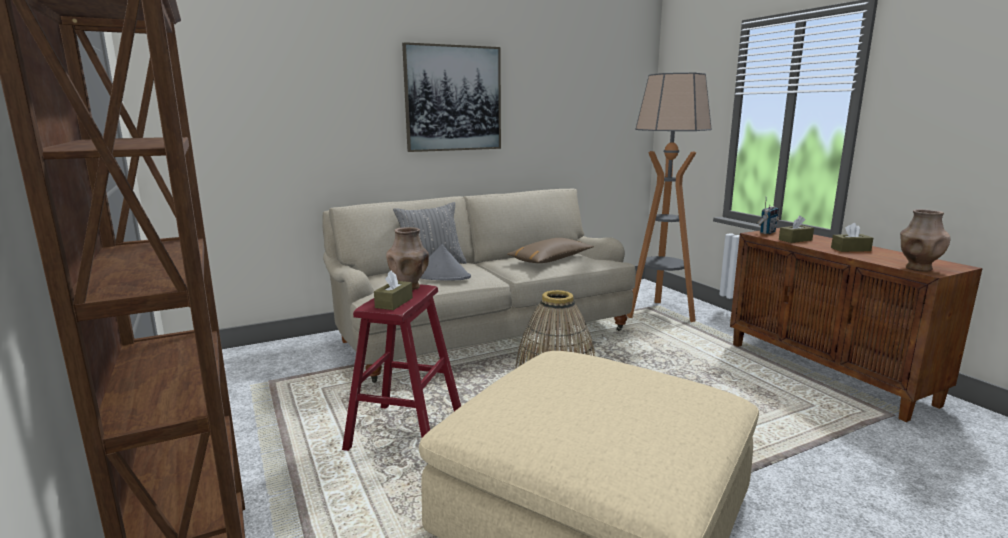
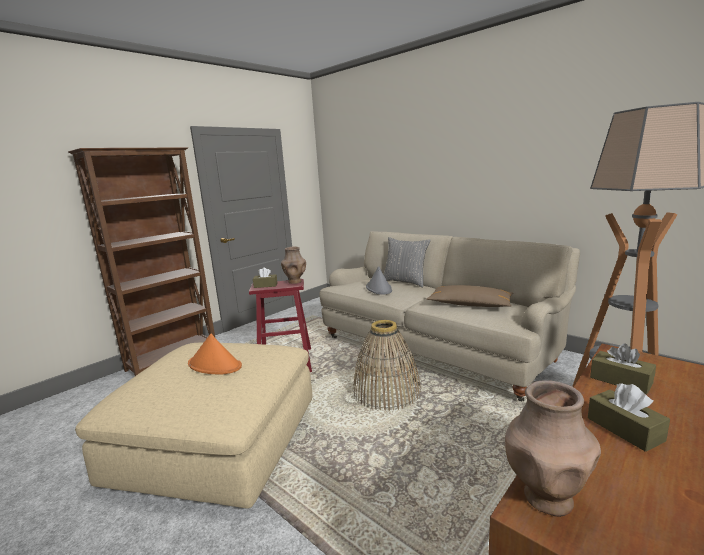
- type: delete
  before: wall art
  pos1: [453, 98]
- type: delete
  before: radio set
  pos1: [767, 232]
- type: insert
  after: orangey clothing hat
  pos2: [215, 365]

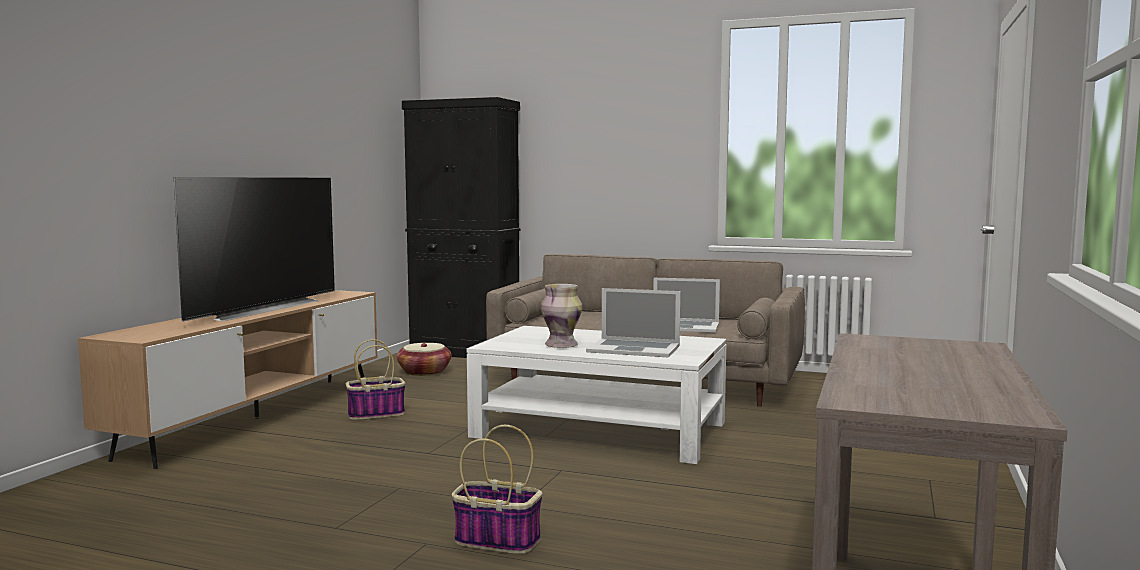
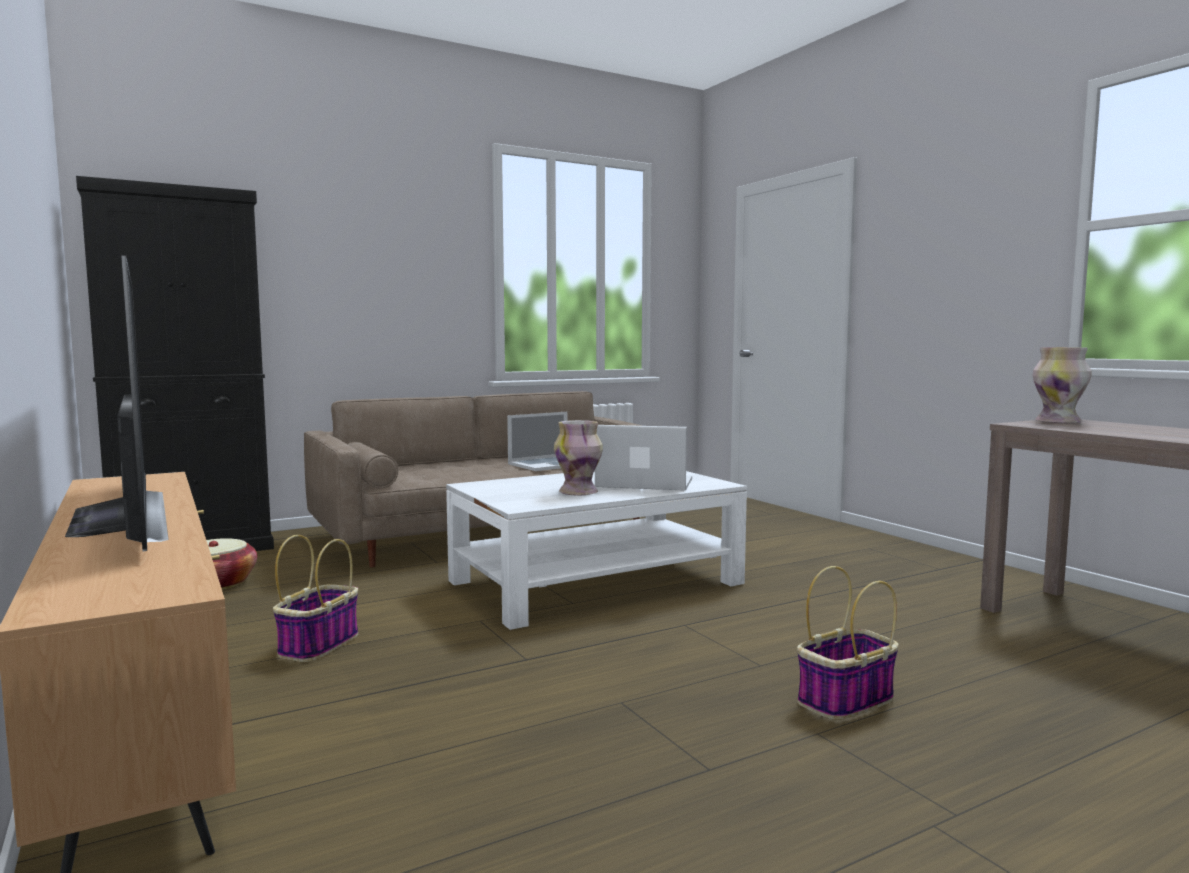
- type: insert
  after: decorative vase
  pos2: [1058, 422]
- type: rotate
  before: laptop
  pos1: [634, 348]
  pos2: [644, 483]
  turn: -135

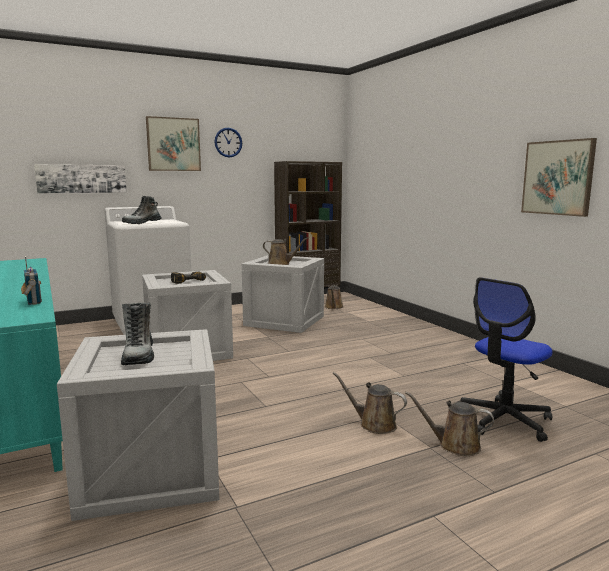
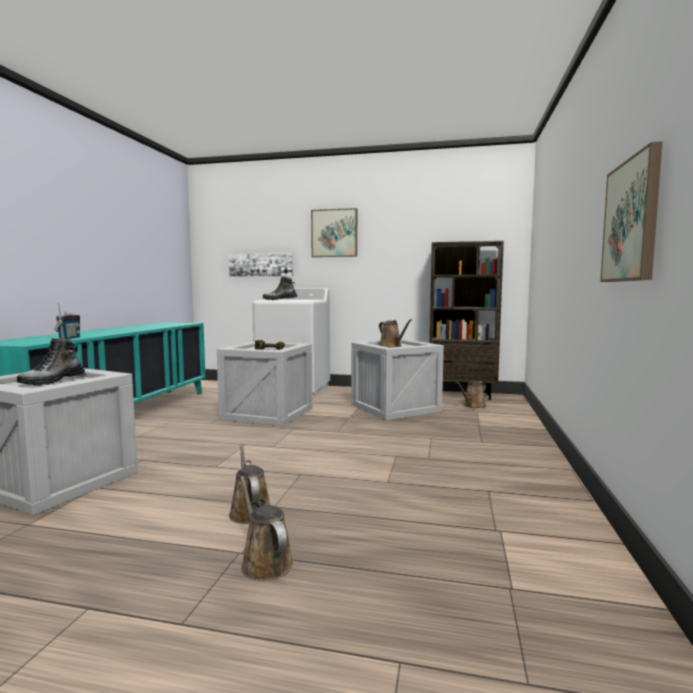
- type: delete
  before: clock on the wall
  pos1: [228, 142]
- type: delete
  before: desk chair
  pos1: [504, 420]

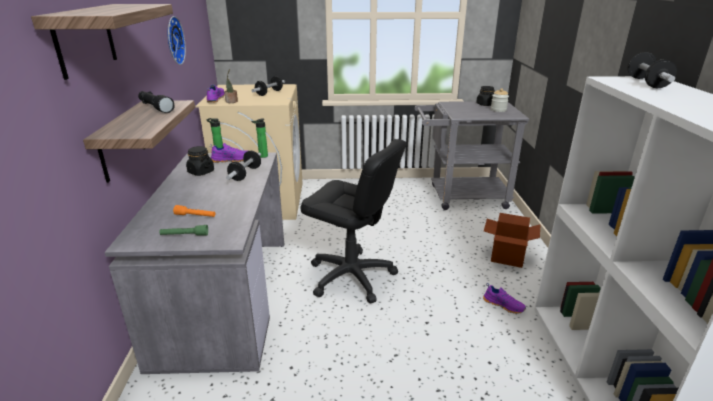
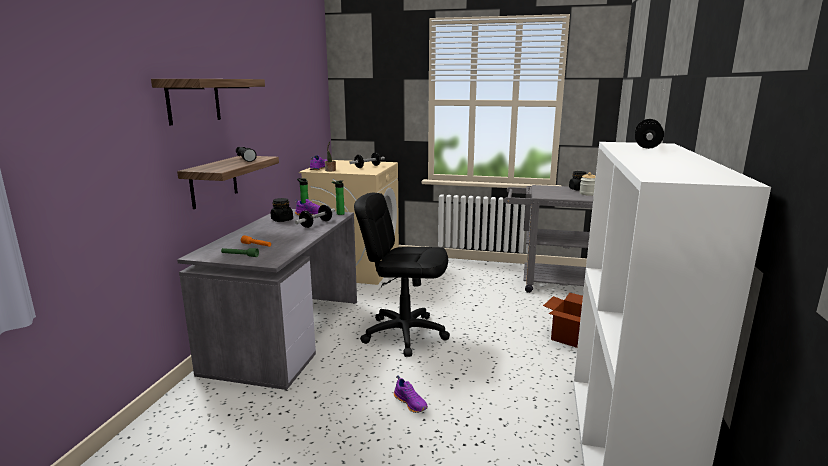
- type: delete
  before: clock on the wall
  pos1: [173, 41]
- type: move
  before: purple-coloured item of footwear
  pos1: [503, 305]
  pos2: [411, 403]
- type: rotate
  before: black-coloured desk chair
  pos1: [351, 277]
  pos2: [404, 334]
  turn: 150

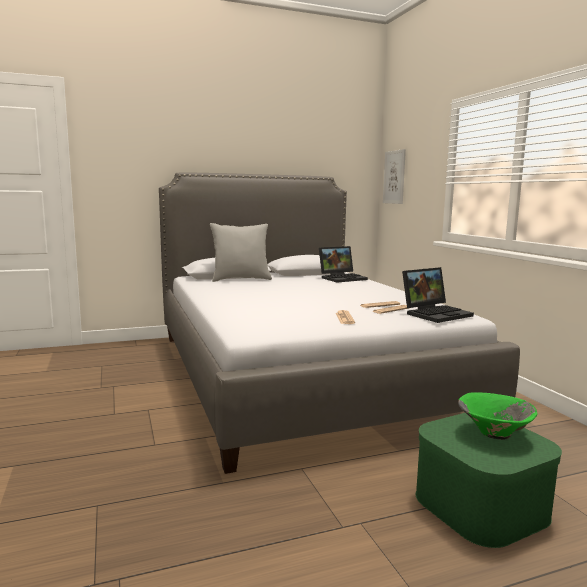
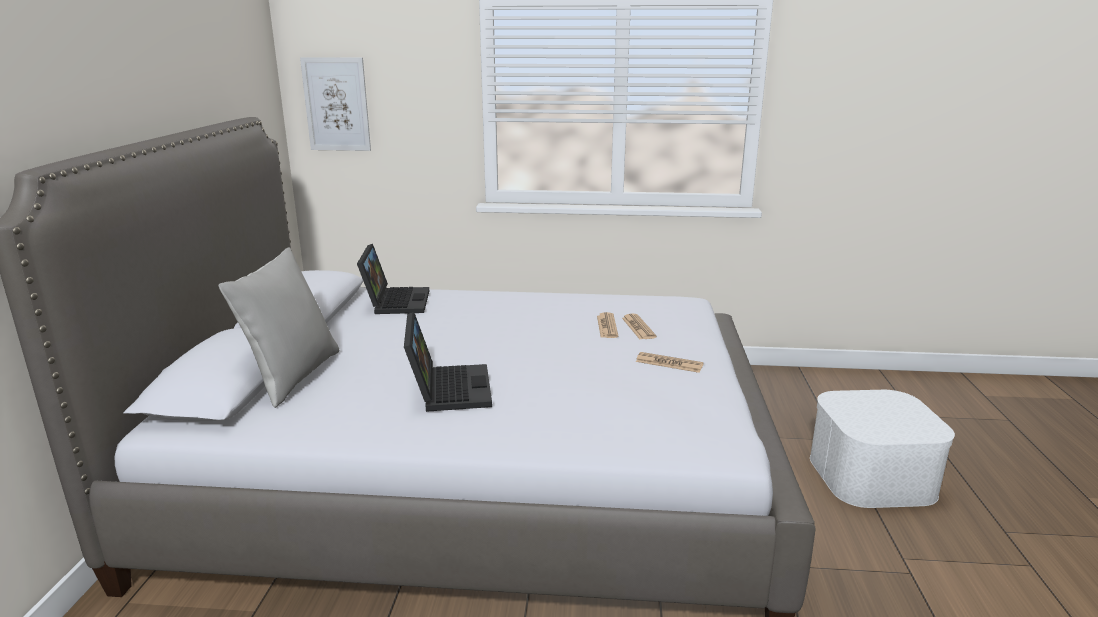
- type: delete
  before: green-coloured bowl
  pos1: [494, 434]
- type: move
  before: laptop
  pos1: [436, 313]
  pos2: [447, 388]
- type: recolor
  before: green-coloured storage box
  after: white storage box
  pos1: [480, 505]
  pos2: [871, 475]

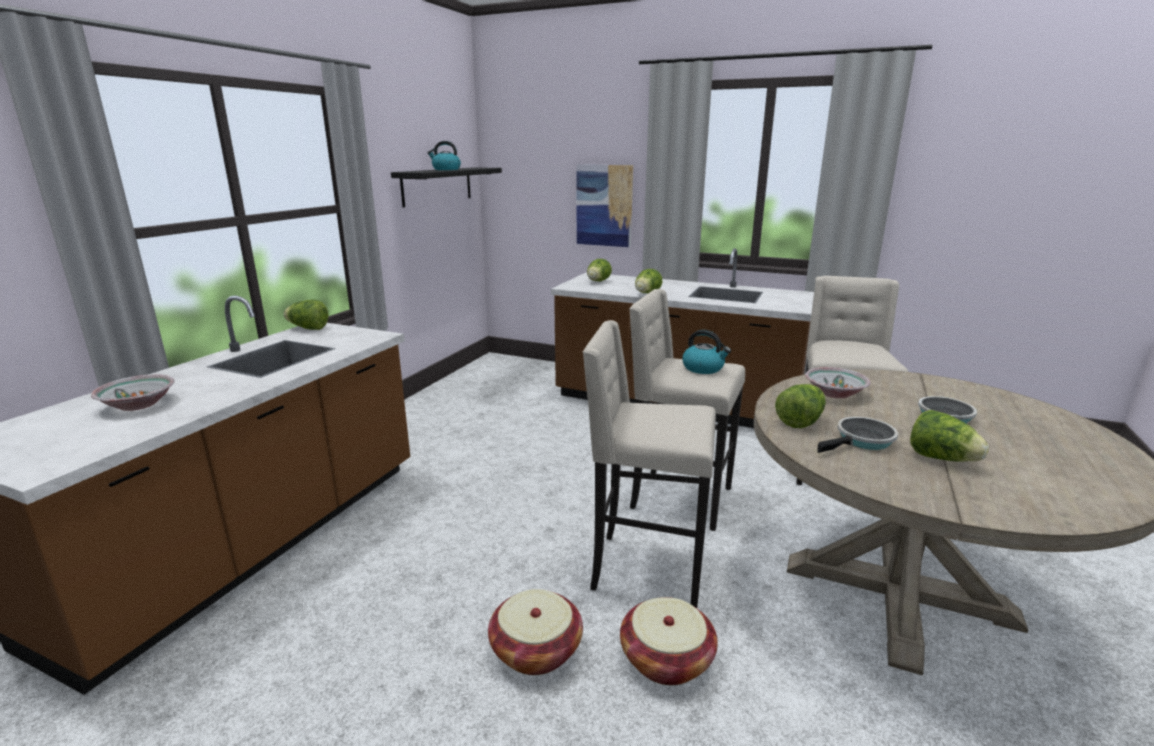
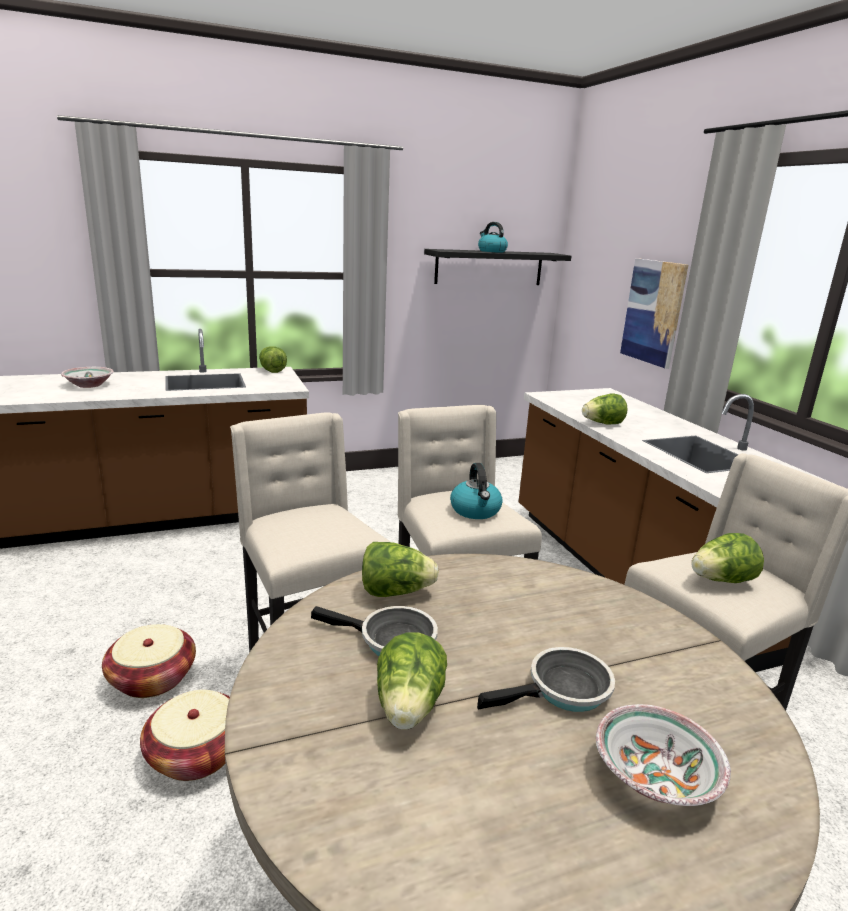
- type: move
  before: head of lettuce
  pos1: [597, 282]
  pos2: [721, 580]
- type: move
  before: bowl
  pos1: [834, 393]
  pos2: [653, 777]

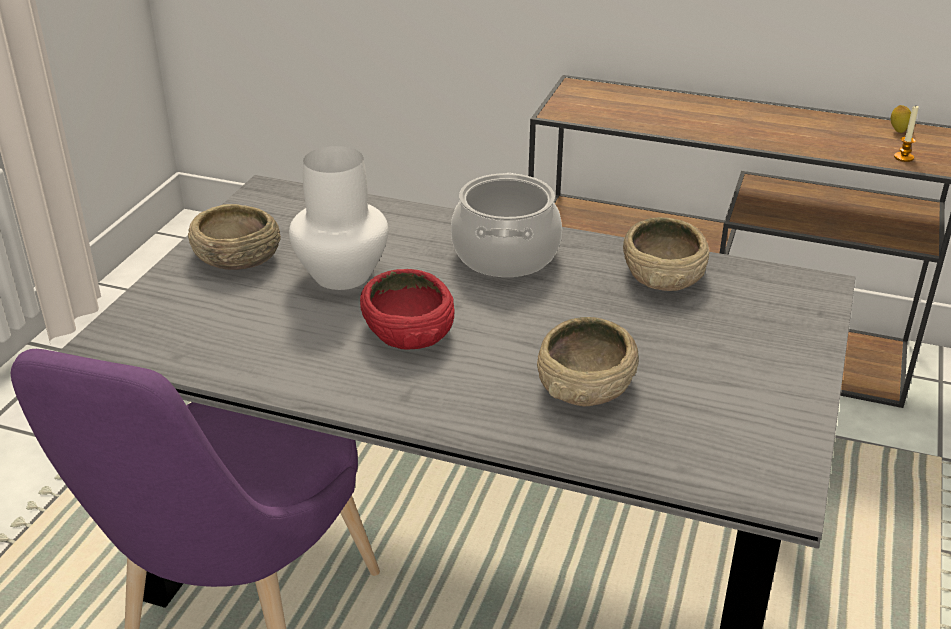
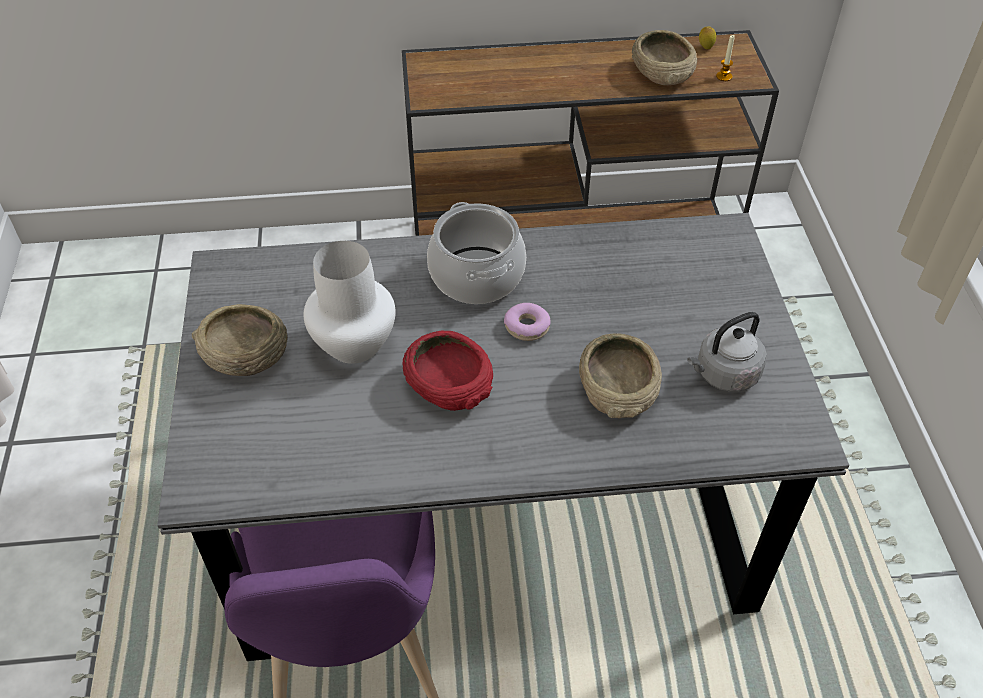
- type: insert
  after: ring doughnut
  pos2: [527, 327]
- type: insert
  after: gray water kettle
  pos2: [724, 374]
- type: move
  before: beige-coloured bowl
  pos1: [664, 273]
  pos2: [662, 72]

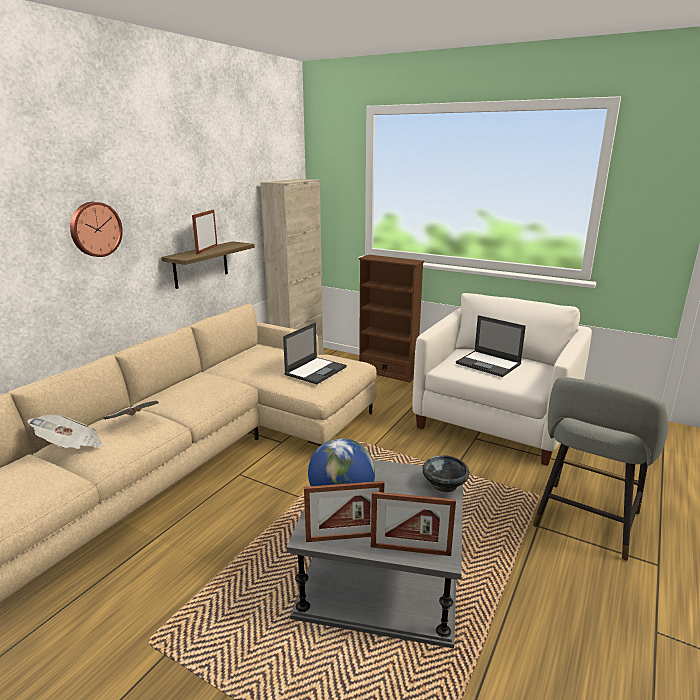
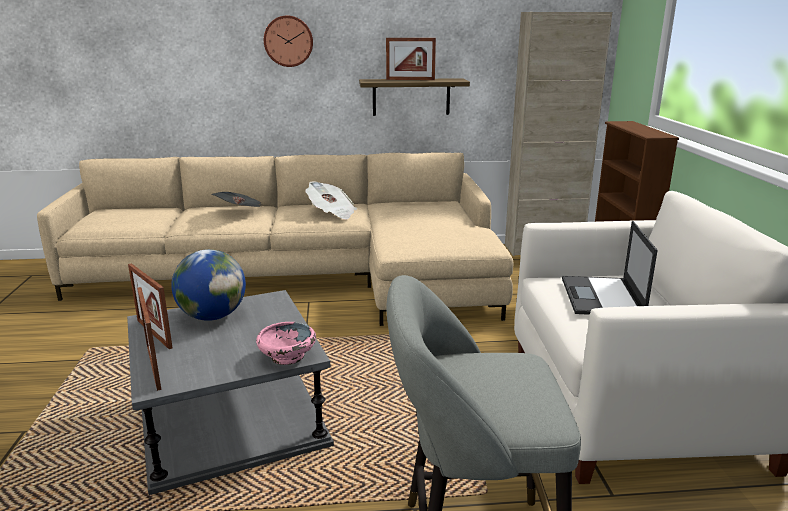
- type: delete
  before: laptop
  pos1: [316, 370]
- type: move
  before: printed paper
  pos1: [71, 446]
  pos2: [332, 213]
- type: recolor
  before: black-coloured bowl
  after: pink bowl
  pos1: [444, 484]
  pos2: [287, 357]
- type: rotate
  before: photo frame
  pos1: [207, 249]
  pos2: [410, 79]
  turn: -150

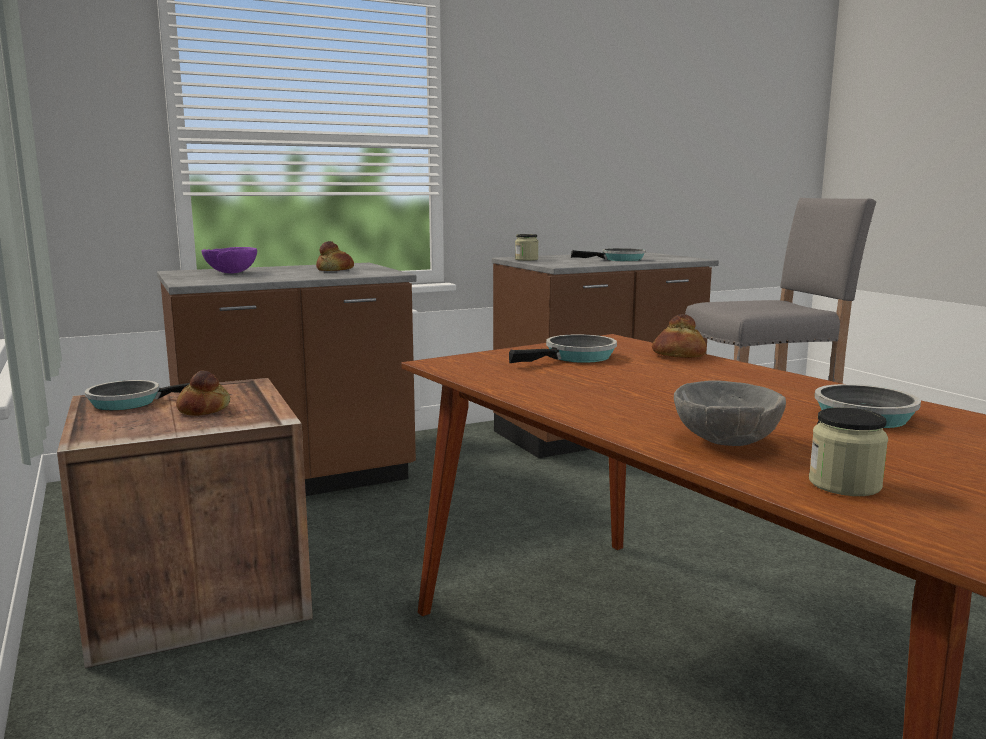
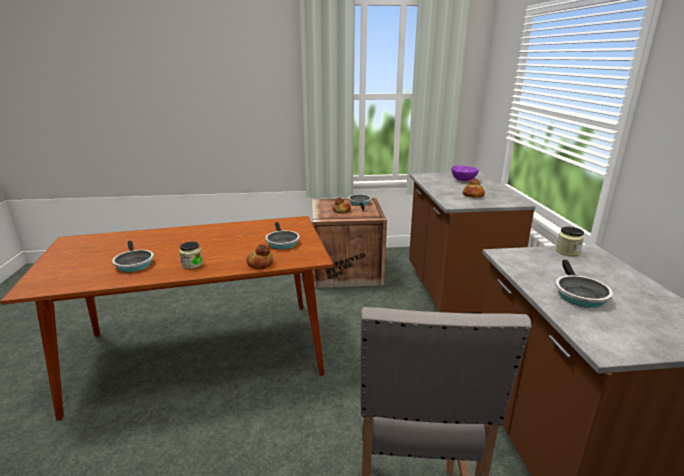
- type: delete
  before: gray bowl
  pos1: [727, 442]
- type: move
  before: jar
  pos1: [844, 484]
  pos2: [192, 264]

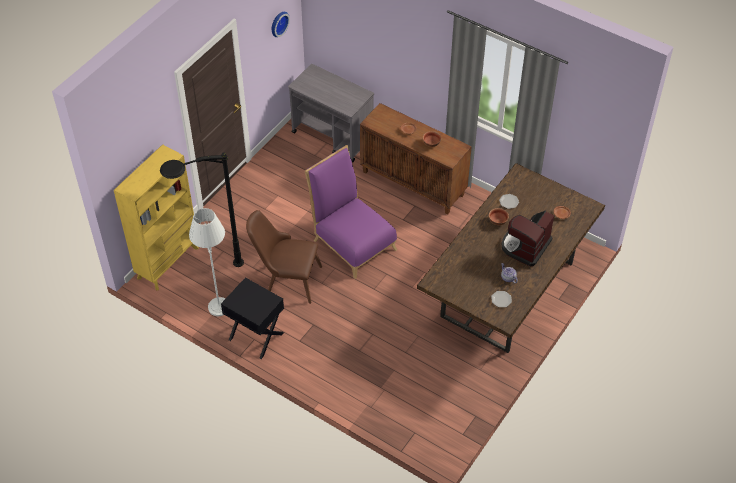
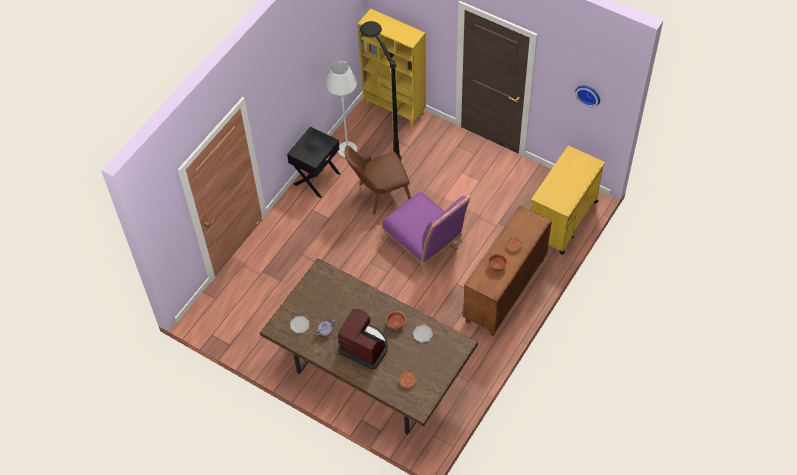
- type: recolor
  before: gray wheeled cart
  after: yellowish wheeled cart
  pos1: [333, 136]
  pos2: [562, 220]
- type: rotate
  before: brown chair
  pos1: [286, 279]
  pos2: [379, 195]
  turn: -120
- type: rotate
  before: purple-coloured chair
  pos1: [351, 241]
  pos2: [426, 242]
  turn: 90

